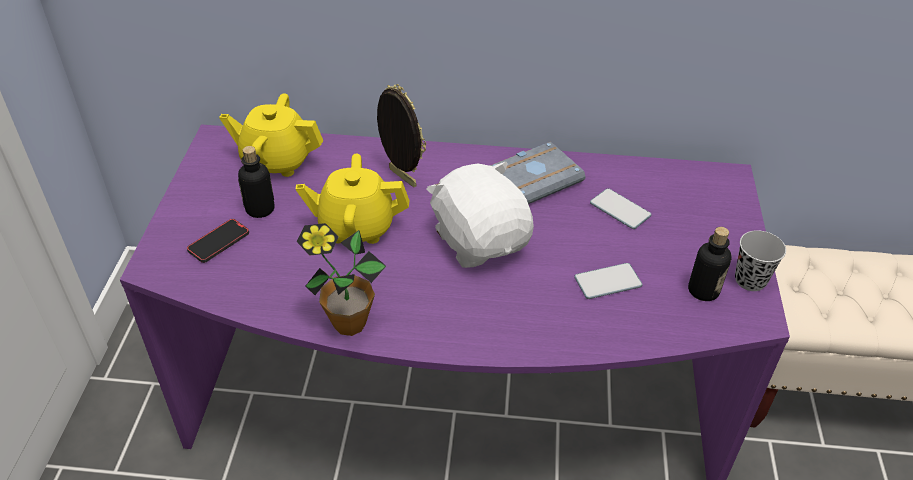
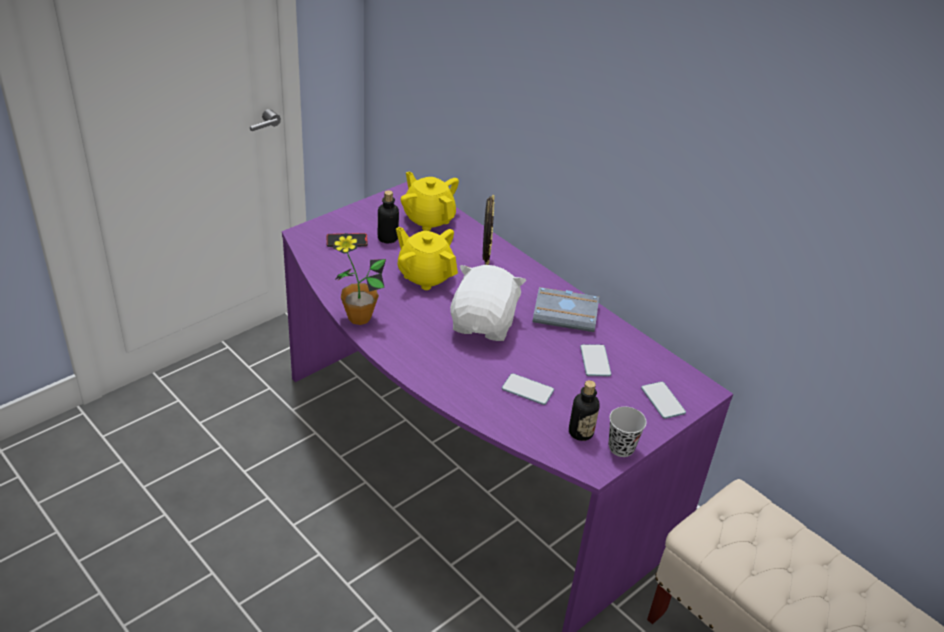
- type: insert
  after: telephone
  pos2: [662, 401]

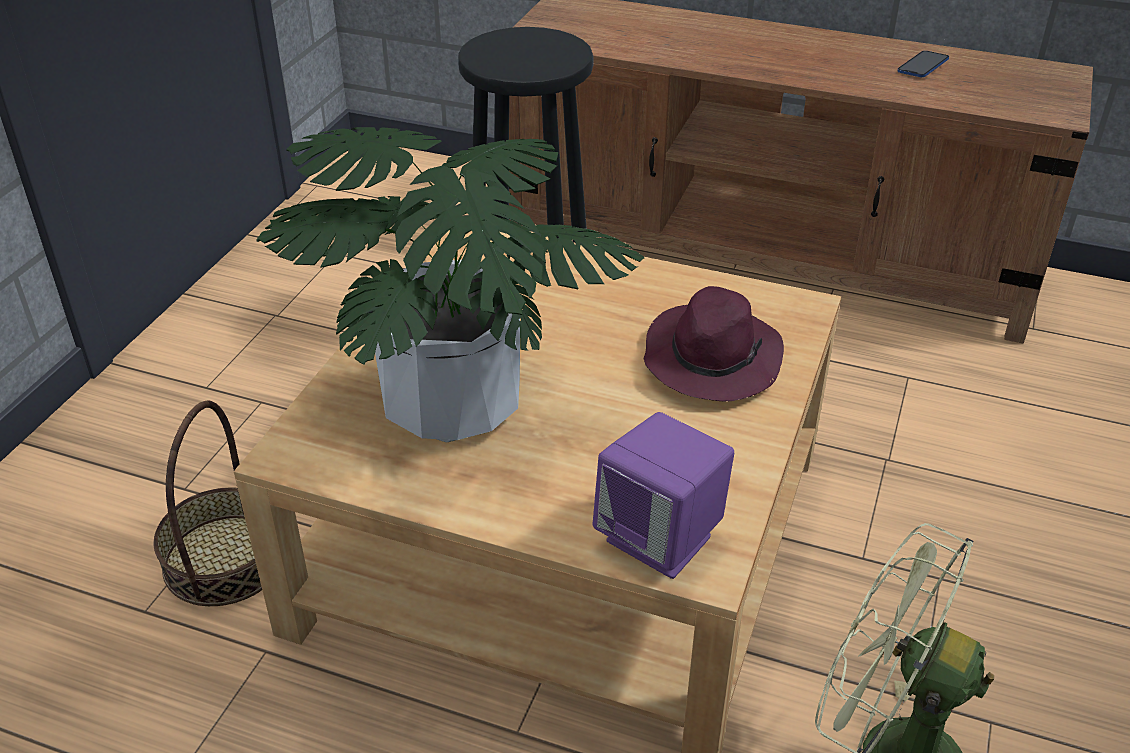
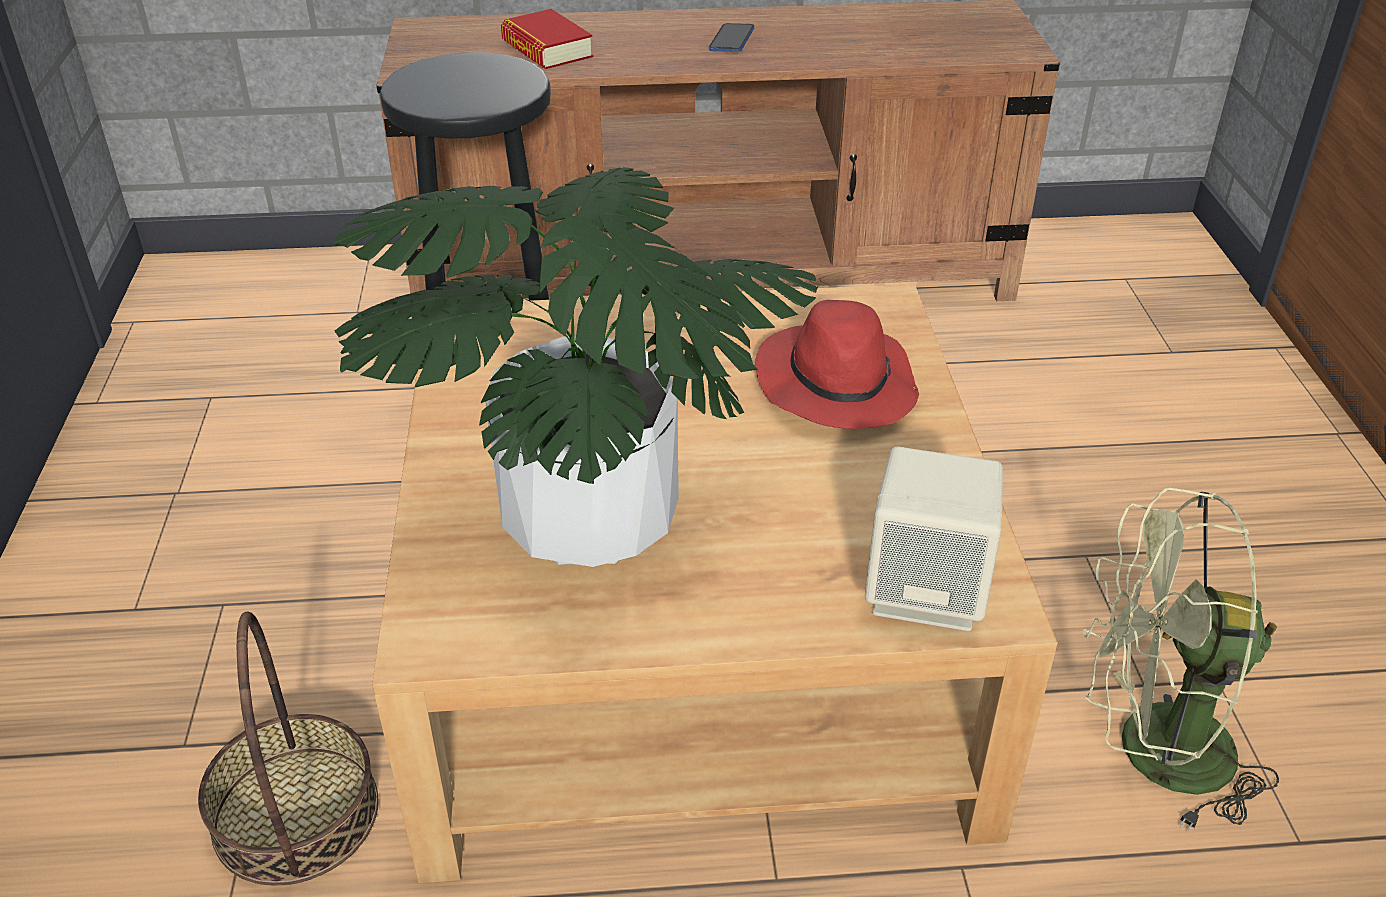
- type: insert
  after: bound book
  pos2: [547, 49]
- type: move
  before: telephone
  pos1: [922, 66]
  pos2: [731, 40]
- type: recolor
  before: purple-coloured speaker
  after: beige-coloured speaker
  pos1: [660, 538]
  pos2: [926, 592]
- type: recolor
  before: purple-coloured clothing hat
  after: red-coloured clothing hat
  pos1: [711, 359]
  pos2: [835, 384]

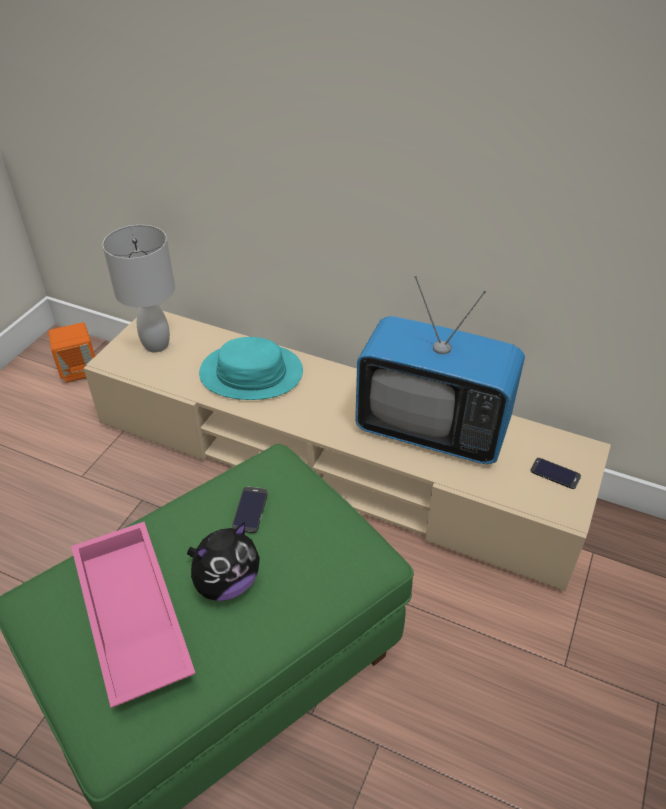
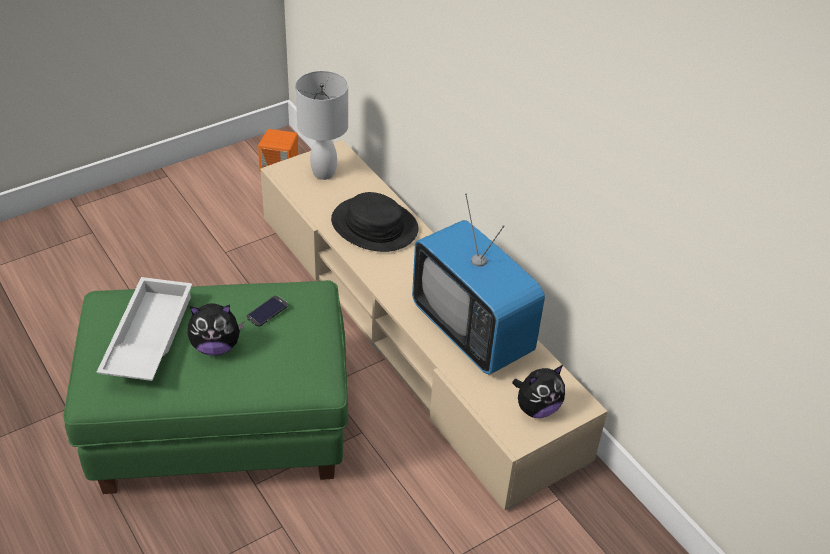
- type: replace
  before: telephone
  after: plush toy
  pos1: [555, 473]
  pos2: [536, 408]
- type: recolor
  before: pink serving tray
  after: white serving tray
  pos1: [130, 618]
  pos2: [147, 337]
- type: recolor
  before: turquoise clothing hat
  after: black-coloured clothing hat
  pos1: [251, 373]
  pos2: [374, 226]

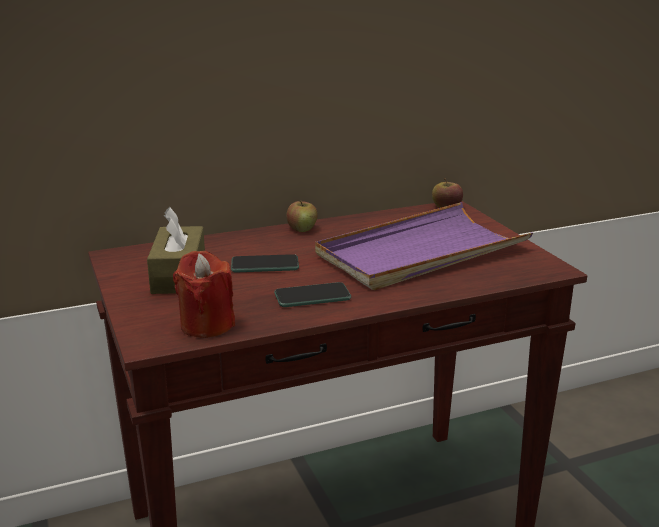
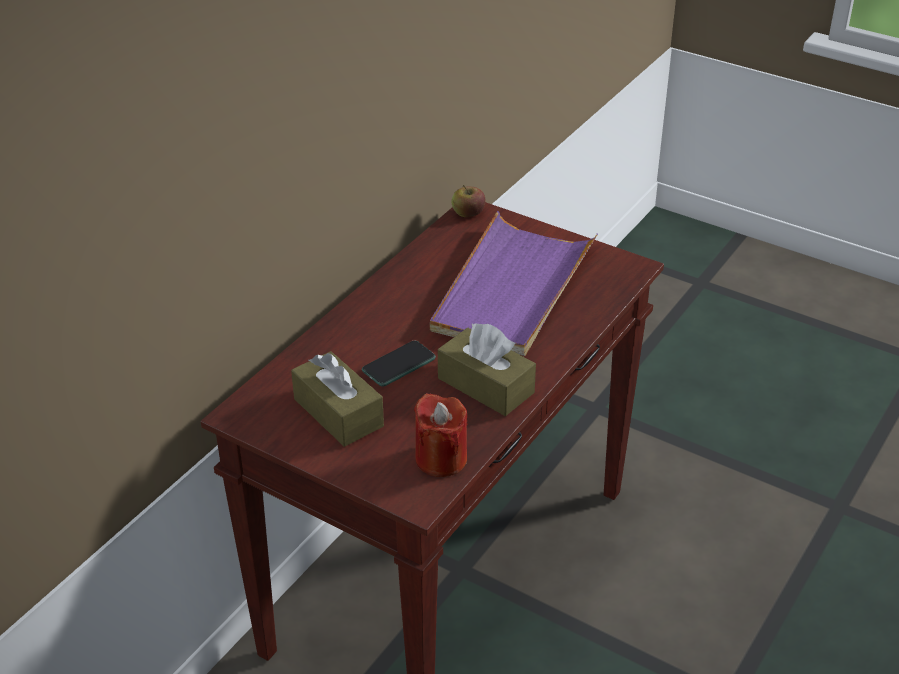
- type: delete
  before: whole apple
  pos1: [302, 229]
- type: replace
  before: telephone
  after: brown tissue box
  pos1: [312, 296]
  pos2: [485, 385]

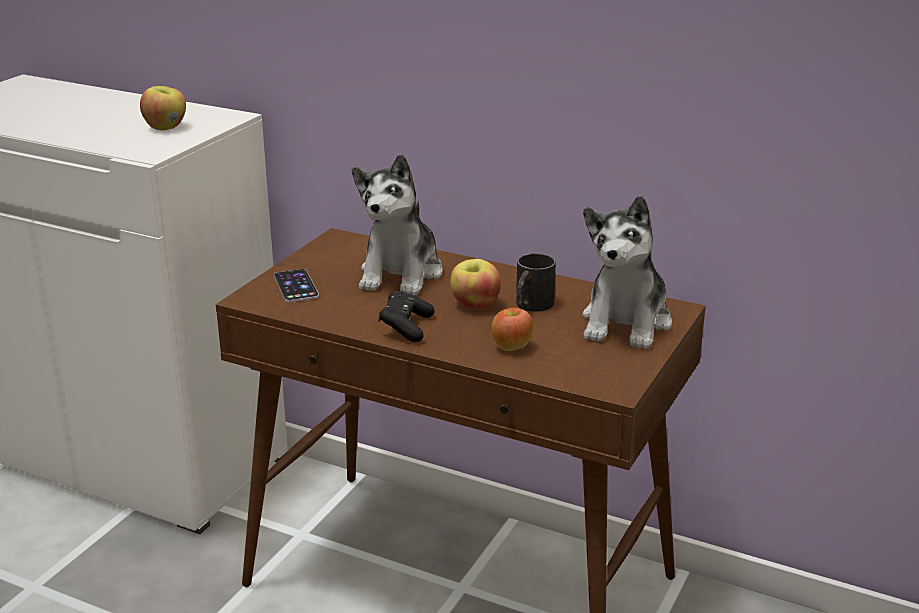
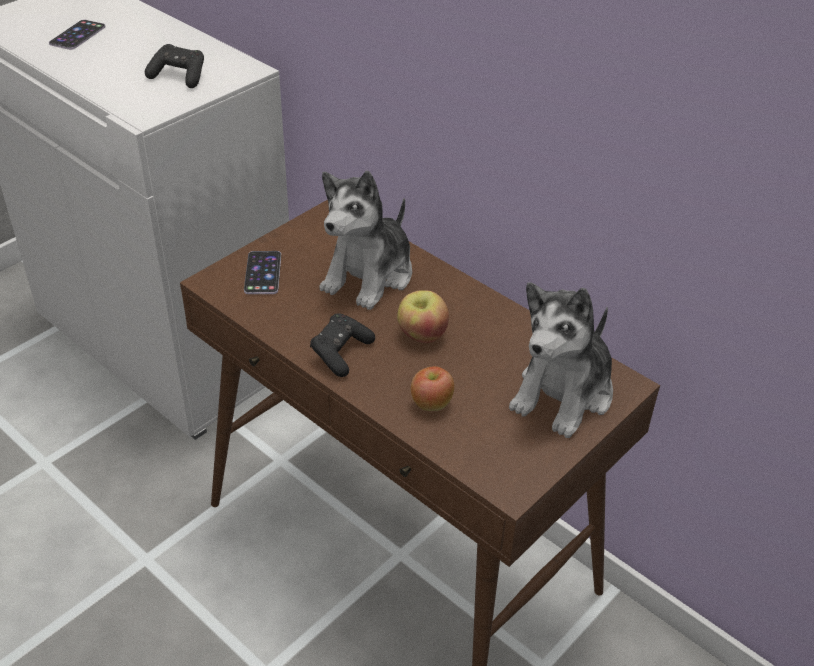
- type: delete
  before: black-coloured mug
  pos1: [531, 306]
- type: insert
  after: telephone
  pos2: [77, 35]
- type: replace
  before: whole apple
  after: black-coloured game controller
  pos1: [166, 127]
  pos2: [179, 76]

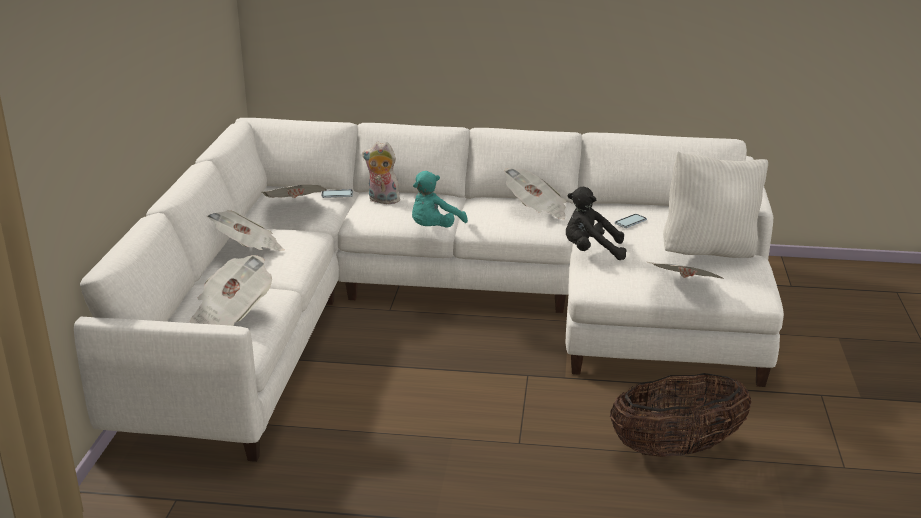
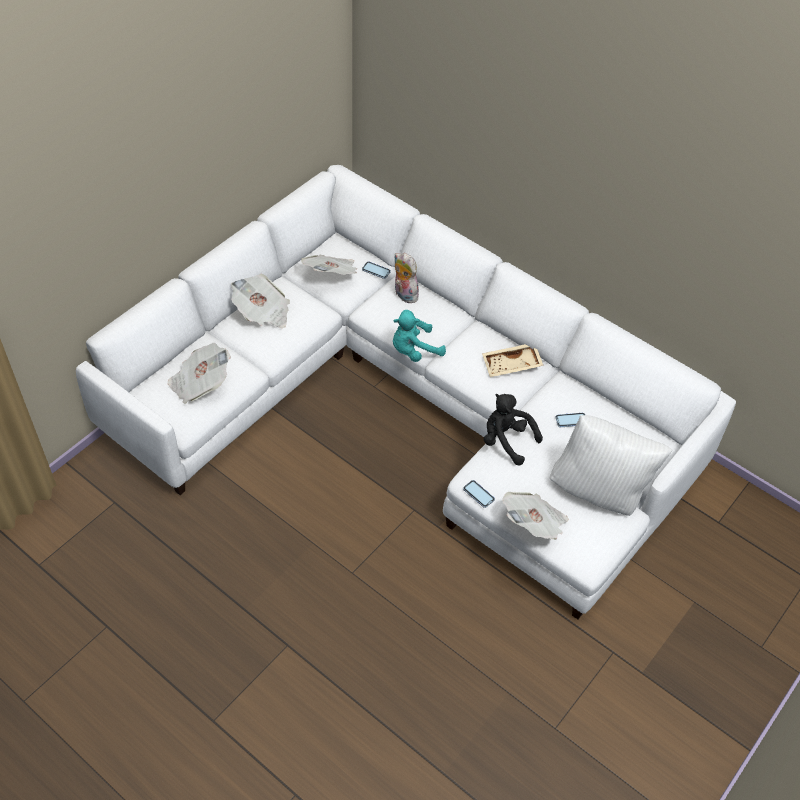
- type: delete
  before: household basket
  pos1: [676, 449]
- type: insert
  after: telephone
  pos2: [478, 494]
- type: replace
  before: printed paper
  after: beige-coloured serving tray
  pos1: [536, 210]
  pos2: [511, 365]

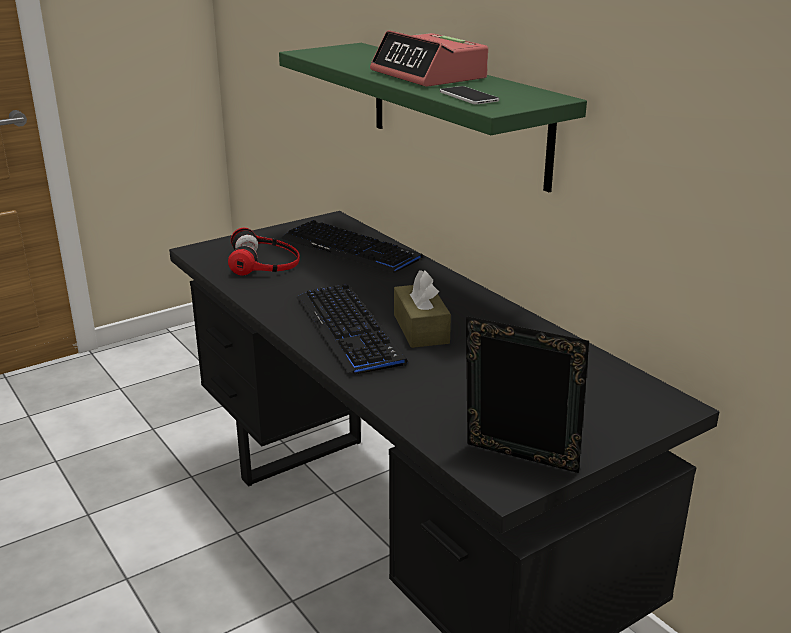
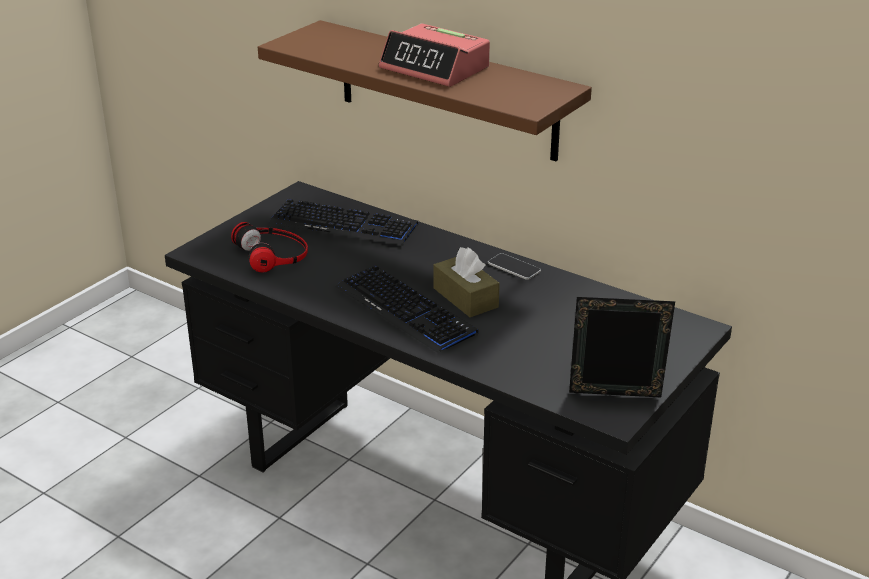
- type: move
  before: telephone
  pos1: [468, 97]
  pos2: [514, 267]
- type: recolor
  before: green-coloured bracket shelf
  after: brown bracket shelf
  pos1: [456, 112]
  pos2: [446, 90]

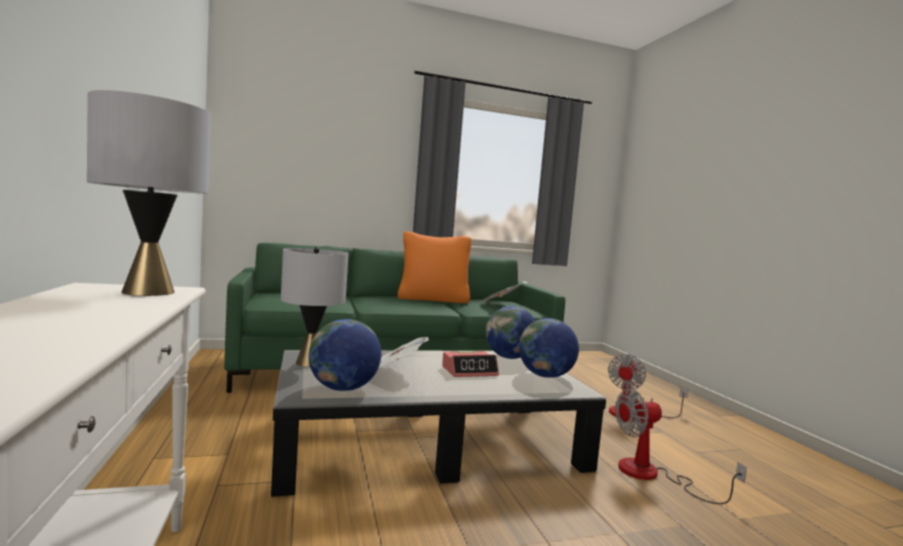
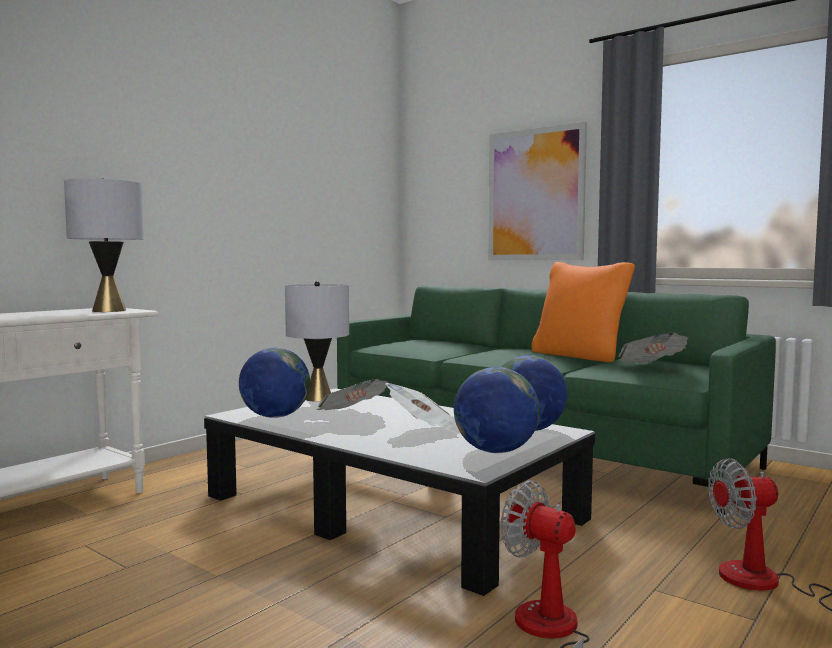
- type: insert
  after: wall art
  pos2: [535, 195]
- type: replace
  before: bedside clock
  after: printed paper
  pos1: [469, 371]
  pos2: [425, 429]

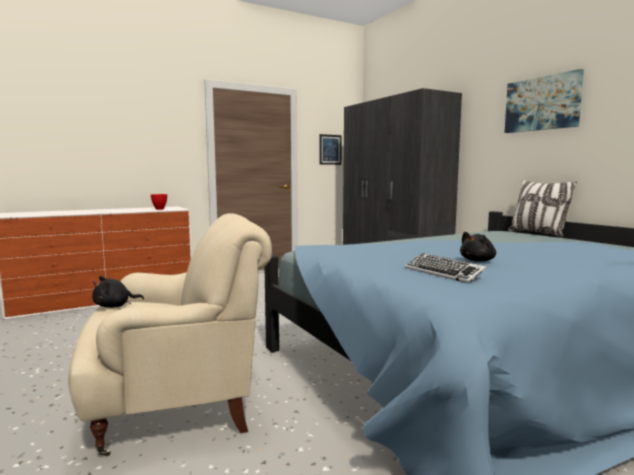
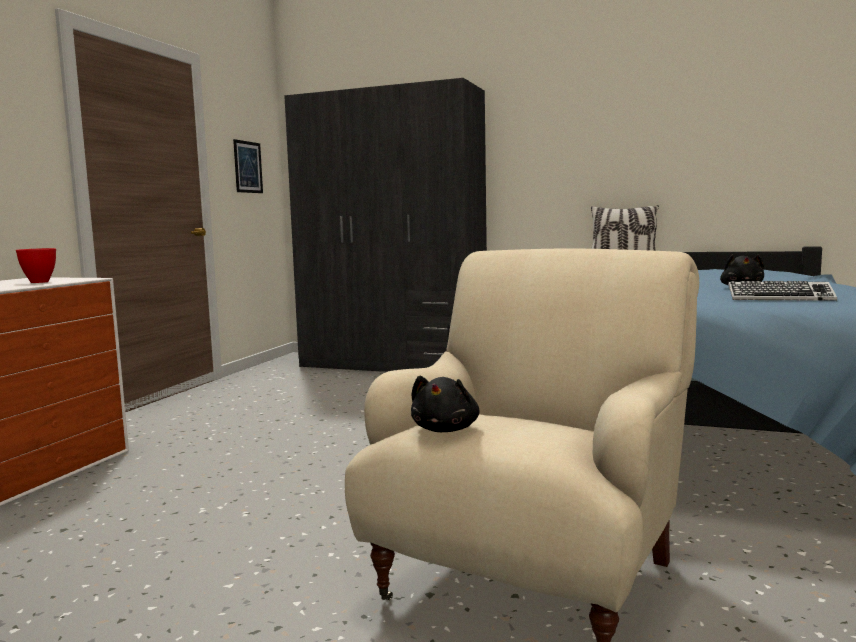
- type: delete
  before: wall art
  pos1: [542, 103]

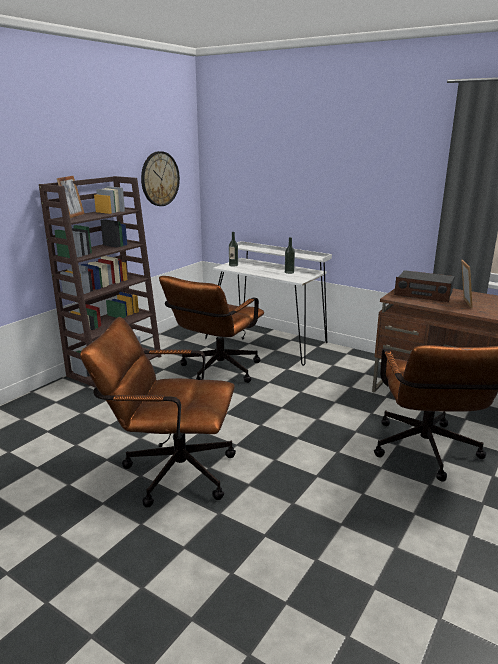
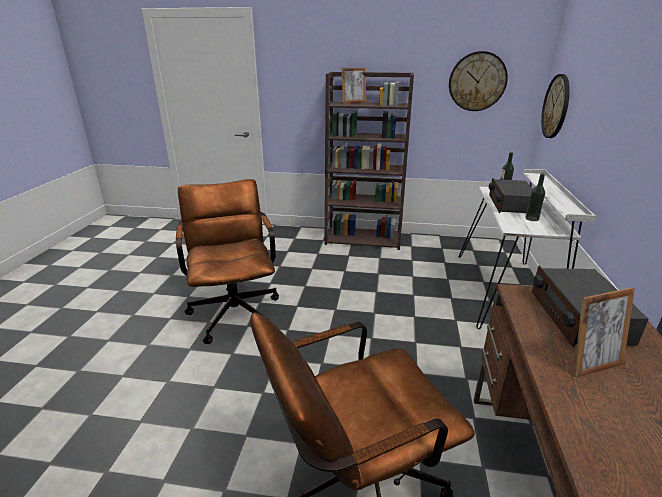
- type: delete
  before: brown desk chair
  pos1: [216, 372]
- type: insert
  after: radio set
  pos2: [510, 204]
- type: insert
  after: clock on the wall
  pos2: [556, 106]

